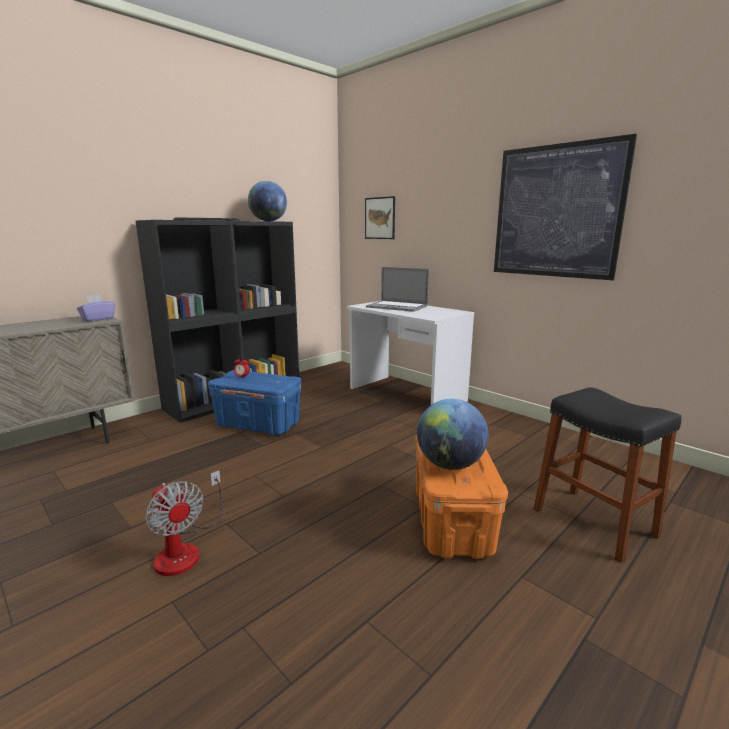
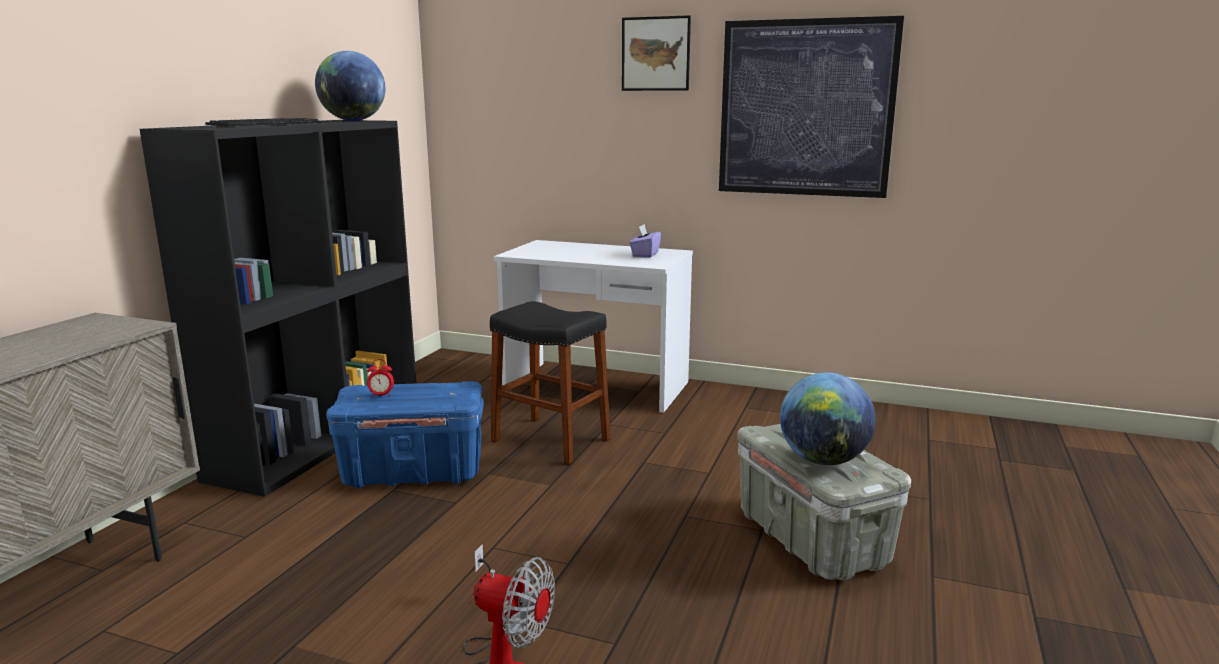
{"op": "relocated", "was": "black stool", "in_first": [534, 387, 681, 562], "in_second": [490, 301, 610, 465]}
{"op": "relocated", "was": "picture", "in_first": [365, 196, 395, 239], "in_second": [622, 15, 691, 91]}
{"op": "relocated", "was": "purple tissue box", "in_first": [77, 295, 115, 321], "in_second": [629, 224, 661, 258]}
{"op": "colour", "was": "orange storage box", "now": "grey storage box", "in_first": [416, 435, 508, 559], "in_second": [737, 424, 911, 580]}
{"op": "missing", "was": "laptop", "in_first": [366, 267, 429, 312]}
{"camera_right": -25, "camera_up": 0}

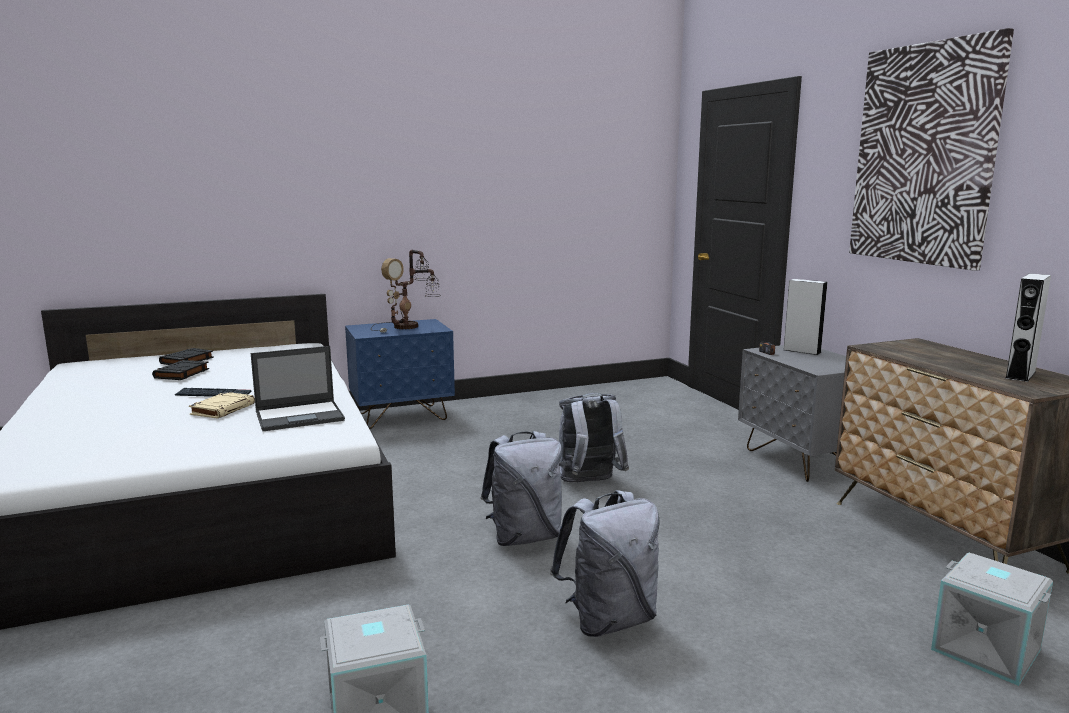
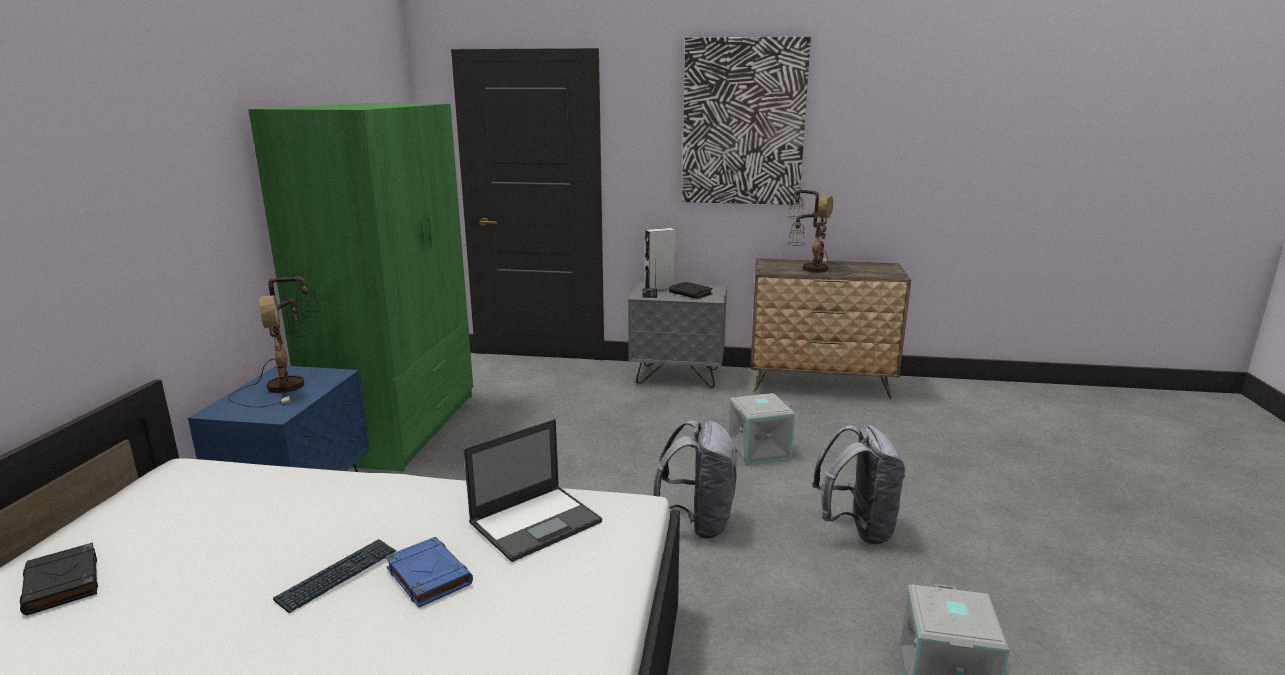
{"op": "appeared", "now": "green wardrobe", "in_second": [248, 103, 473, 471]}
{"op": "colour", "was": "beige book", "now": "blue book", "in_first": [189, 392, 255, 419], "in_second": [385, 537, 473, 608]}
{"op": "spun", "was": "laptop", "in_first": [251, 346, 345, 431], "in_second": [464, 419, 602, 562], "clockwise": 45}
{"op": "relocated", "was": "black book", "in_first": [152, 360, 209, 380], "in_second": [669, 282, 713, 299]}
{"op": "relocated", "was": "grey storage box", "in_first": [931, 553, 1053, 686], "in_second": [728, 393, 795, 464]}
{"op": "appeared", "now": "table lamp", "in_second": [789, 189, 854, 275]}
{"op": "missing", "was": "grey backpack", "in_first": [559, 393, 629, 482]}
{"op": "missing", "was": "grey speaker", "in_first": [1005, 273, 1051, 382]}
{"camera_right": -60, "camera_up": 5}

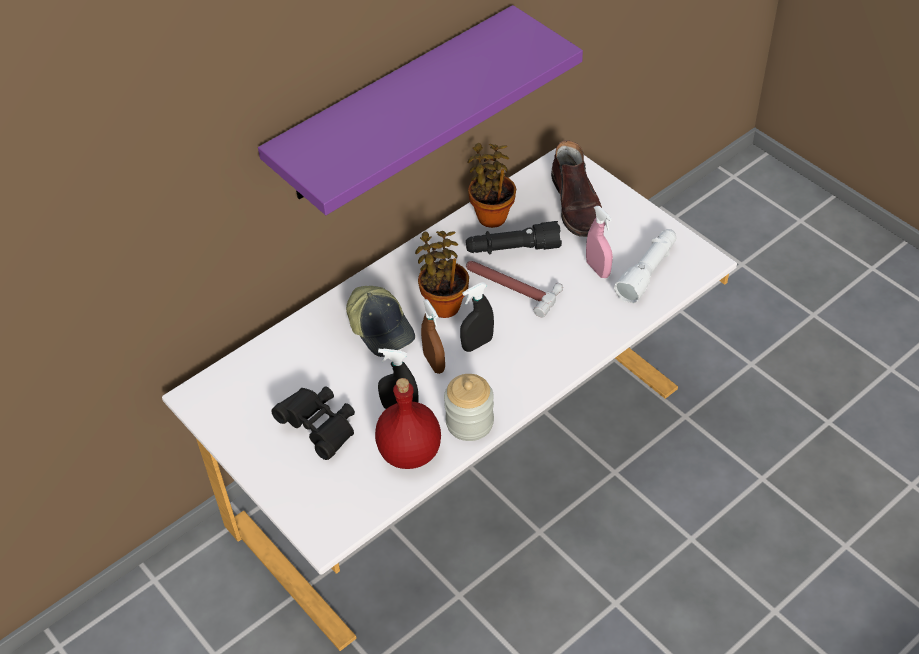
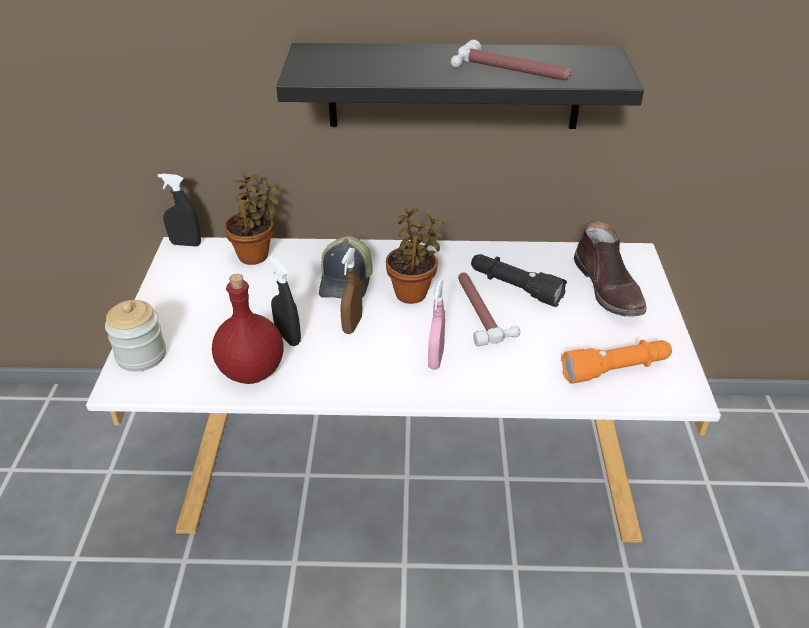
{"op": "relocated", "was": "jar", "in_first": [444, 374, 494, 441], "in_second": [105, 300, 166, 372]}
{"op": "relocated", "was": "black spray bottle", "in_first": [460, 282, 494, 352], "in_second": [158, 174, 201, 246]}
{"op": "relocated", "was": "potted plant", "in_first": [467, 143, 516, 228], "in_second": [224, 173, 279, 265]}
{"op": "colour", "was": "purple shelf", "now": "black shelf", "in_first": [258, 5, 583, 215], "in_second": [276, 43, 644, 129]}
{"op": "relocated", "was": "pink spray bottle", "in_first": [586, 206, 613, 278], "in_second": [428, 280, 445, 370]}
{"op": "appeared", "now": "hammer", "in_second": [451, 40, 572, 80]}
{"op": "colour", "was": "white flashlight", "now": "orange flashlight", "in_first": [614, 229, 676, 304], "in_second": [561, 340, 672, 384]}
{"op": "spun", "was": "brown boot", "in_first": [551, 140, 602, 237], "in_second": [574, 221, 647, 316], "clockwise": -45}
{"op": "missing", "was": "black binoculars", "in_first": [271, 386, 355, 460]}
{"camera_right": 40, "camera_up": -10}

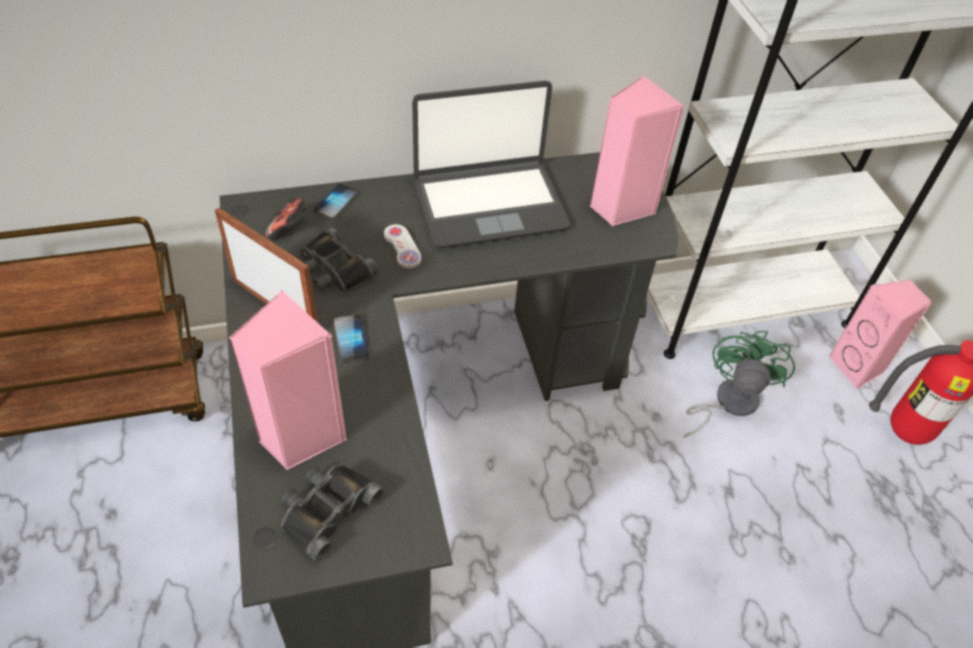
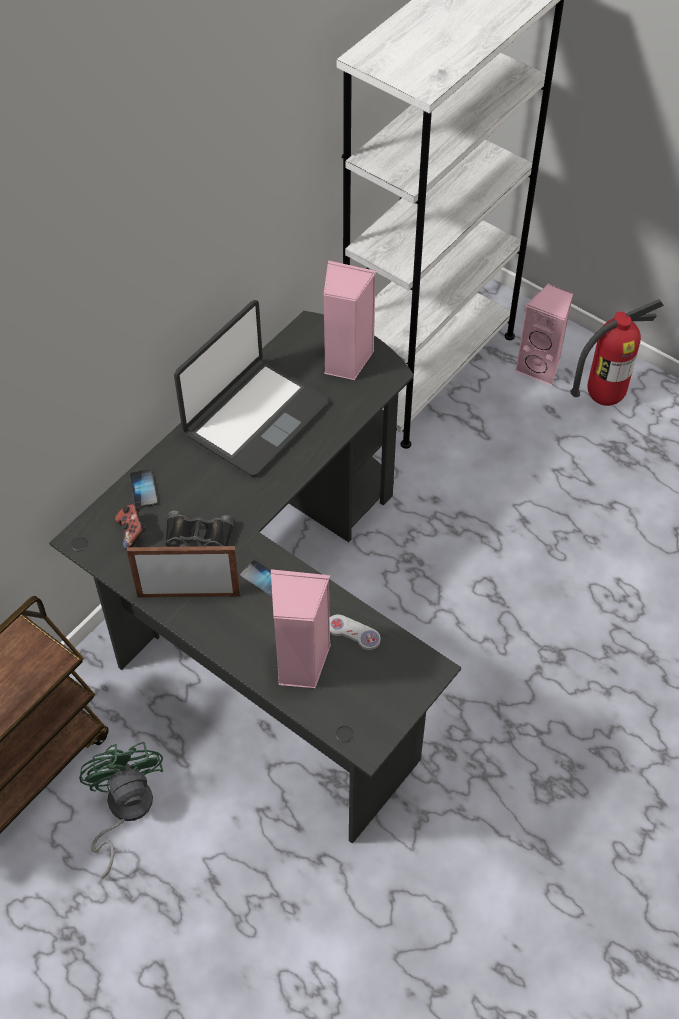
{"op": "relocated", "was": "green fan", "in_first": [683, 331, 795, 438], "in_second": [79, 742, 163, 878]}
{"op": "relocated", "was": "white game controller", "in_first": [384, 224, 421, 268], "in_second": [330, 615, 381, 650]}
{"op": "missing", "was": "black binoculars", "in_first": [281, 464, 384, 562]}
{"camera_right": -35, "camera_up": 5}

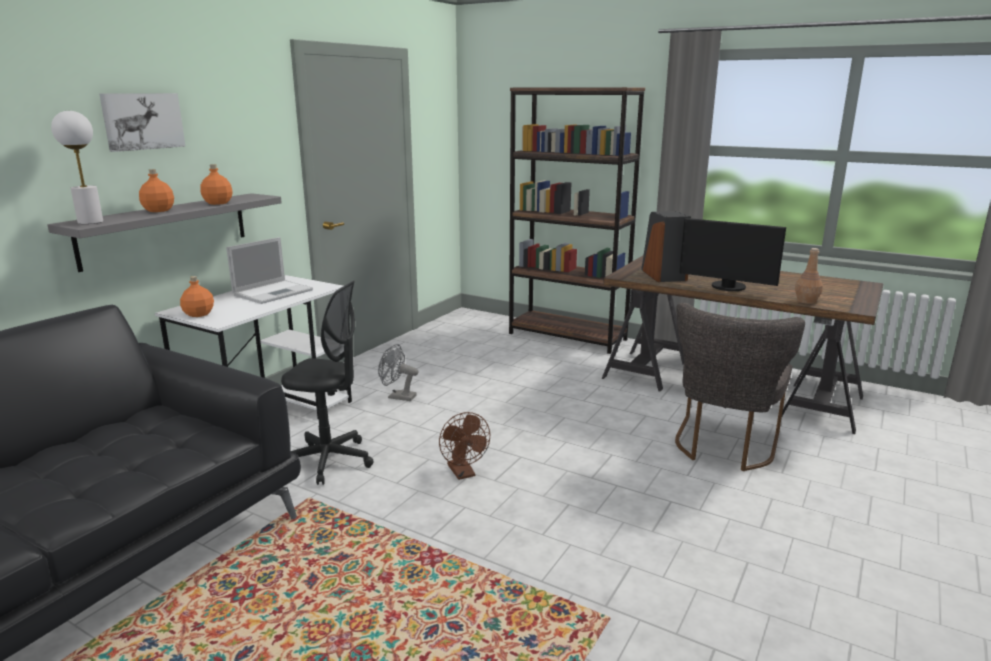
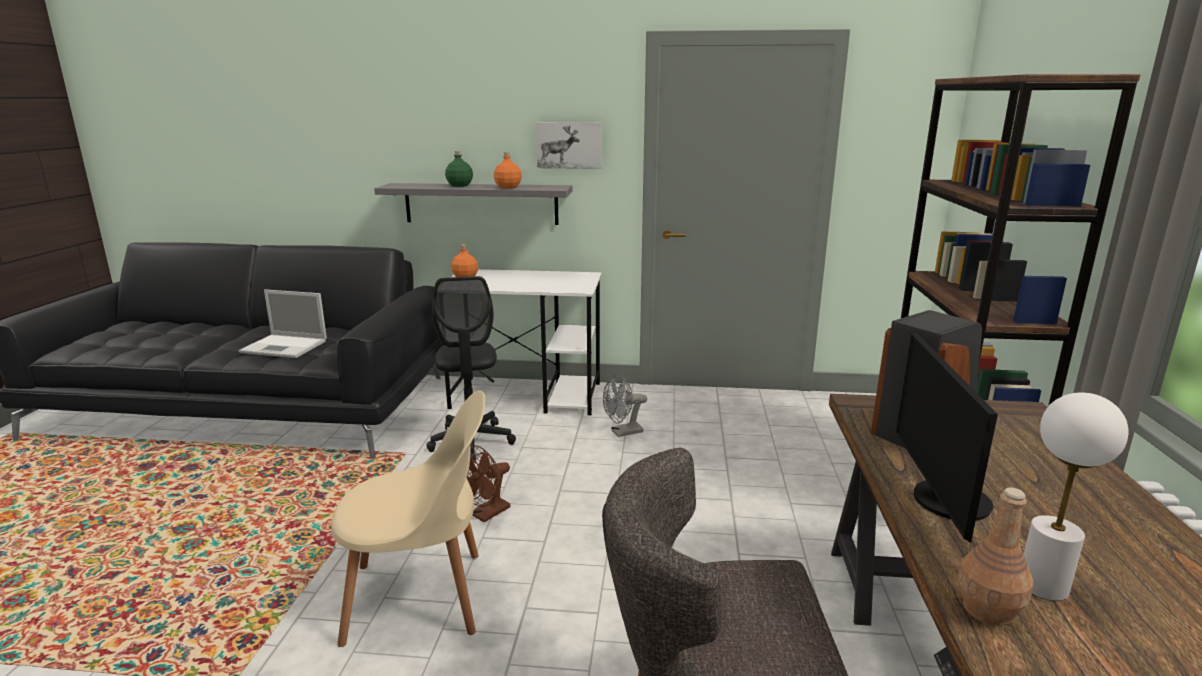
{"op": "relocated", "was": "laptop", "in_first": [226, 237, 313, 304], "in_second": [239, 289, 327, 358]}
{"op": "appeared", "now": "beige chair", "in_second": [331, 390, 485, 647]}
{"op": "colour", "was": "orange bottle", "now": "green bottle", "in_first": [139, 169, 174, 212], "in_second": [445, 151, 473, 187]}
{"op": "relocated", "was": "picture", "in_first": [99, 93, 185, 152], "in_second": [536, 123, 602, 169]}
{"op": "spun", "was": "grey fan", "in_first": [378, 344, 418, 401], "in_second": [603, 374, 647, 437], "clockwise": -105}
{"op": "relocated", "was": "white table lamp", "in_first": [51, 111, 103, 224], "in_second": [1024, 393, 1129, 601]}
{"camera_right": 65, "camera_up": 0}

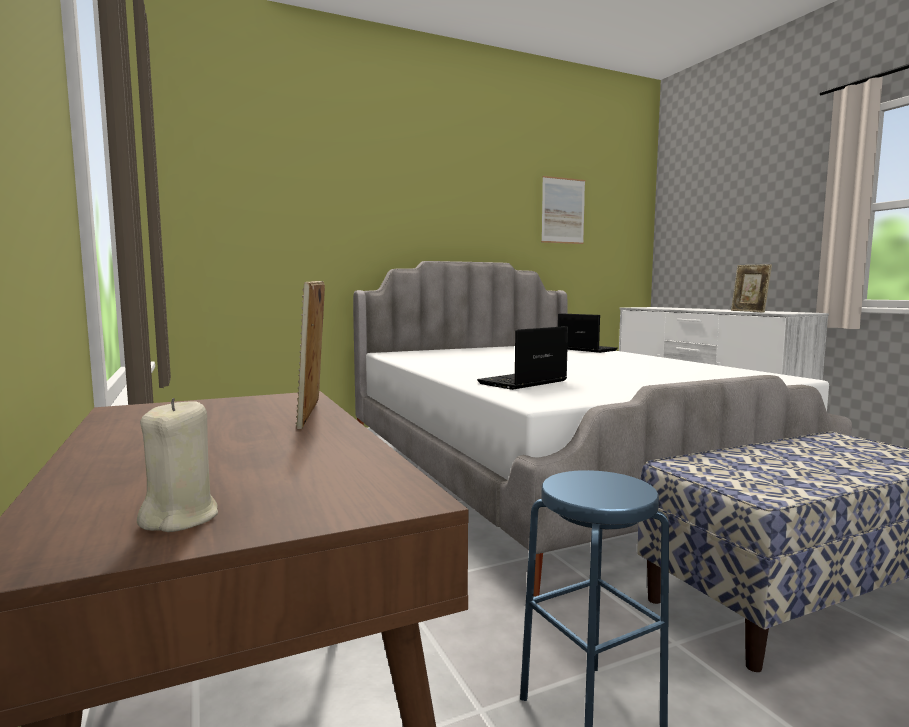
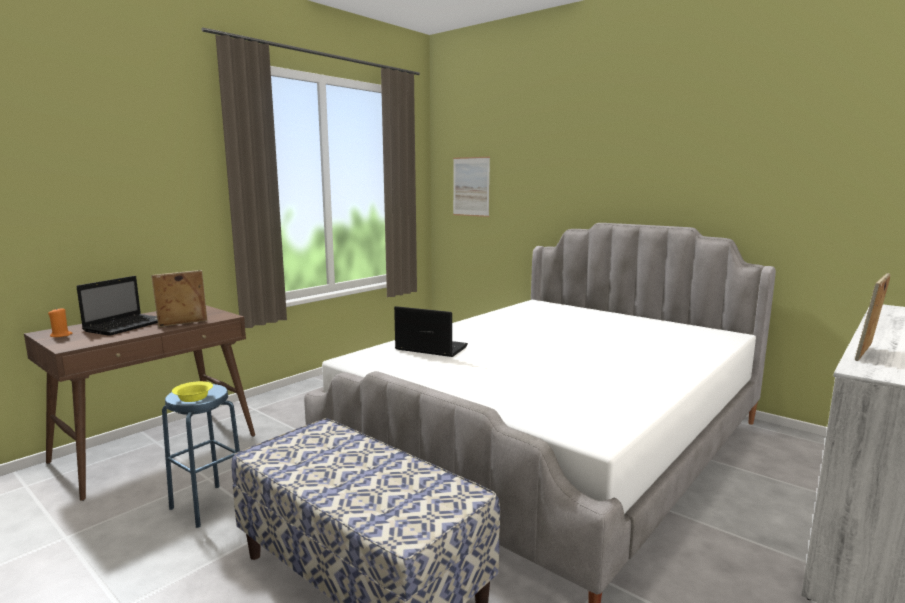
{"op": "colour", "was": "beige candle", "now": "orange candle", "in_first": [137, 398, 218, 532], "in_second": [48, 307, 72, 337]}
{"op": "relocated", "was": "laptop", "in_first": [558, 313, 618, 353], "in_second": [76, 276, 158, 336]}
{"op": "appeared", "now": "yellow bowl", "in_second": [172, 381, 213, 402]}
{"op": "relocated", "was": "picture", "in_first": [541, 176, 585, 244], "in_second": [453, 157, 490, 217]}
{"camera_right": 65, "camera_up": 5}

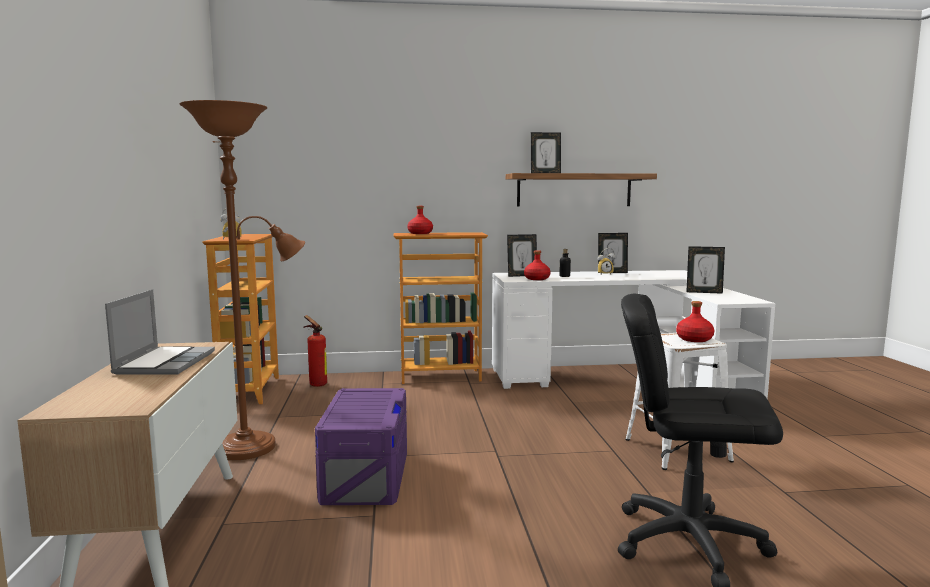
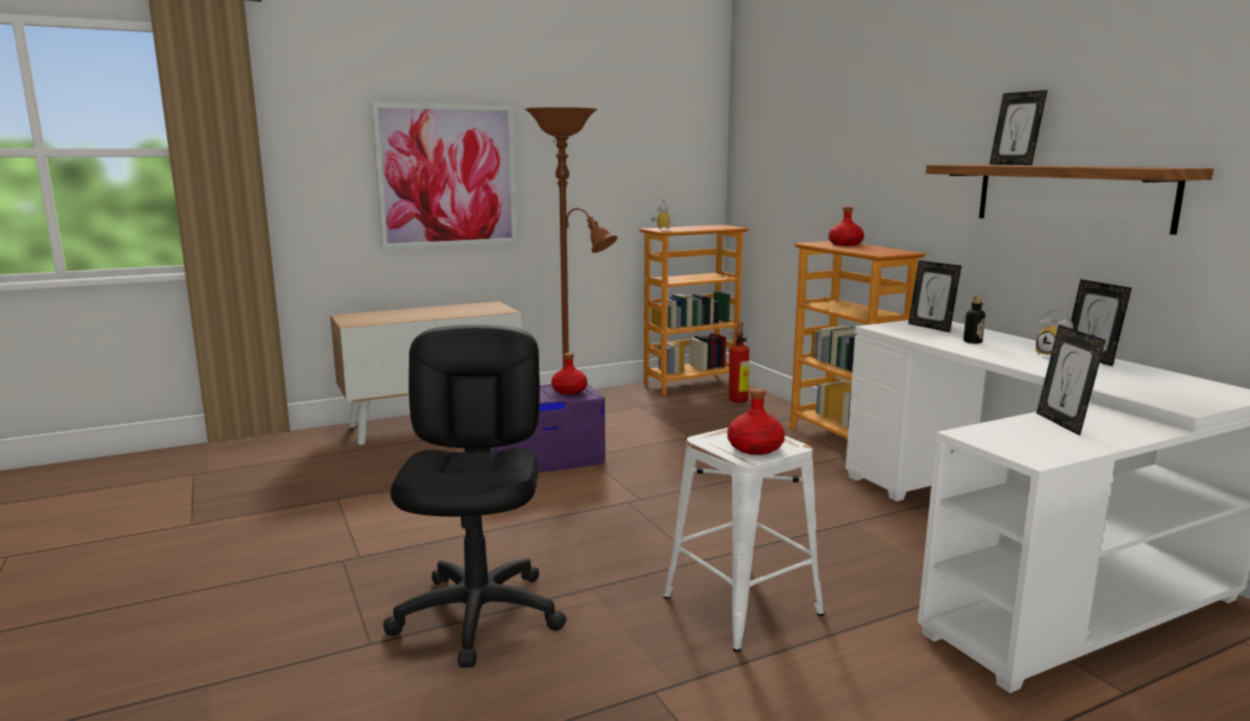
{"op": "appeared", "now": "picture", "in_second": [371, 102, 517, 249]}
{"op": "relocated", "was": "red bottle", "in_first": [524, 250, 550, 280], "in_second": [551, 353, 587, 395]}
{"op": "missing", "was": "laptop", "in_first": [105, 289, 215, 375]}
{"camera_right": 70, "camera_up": 5}

